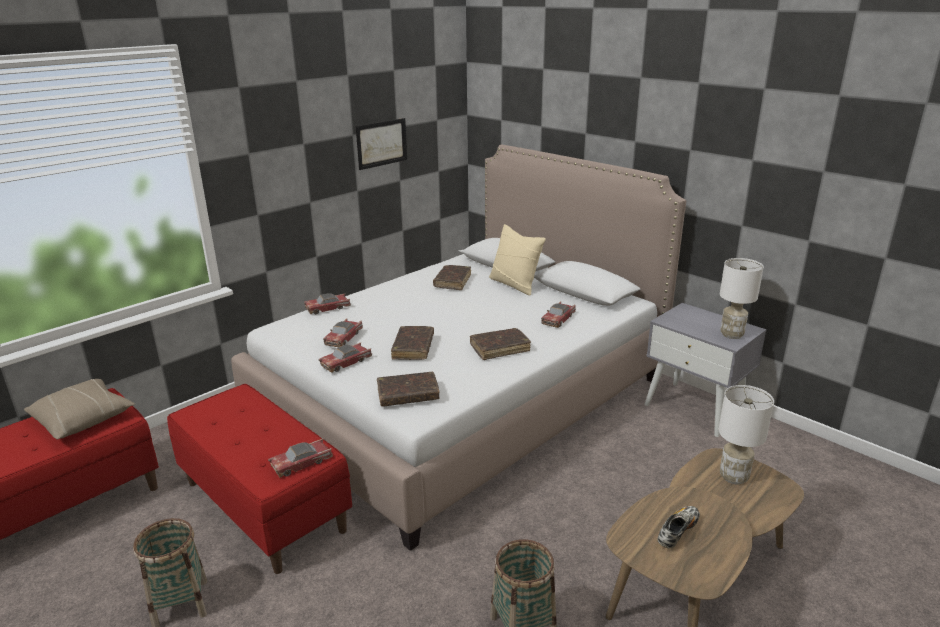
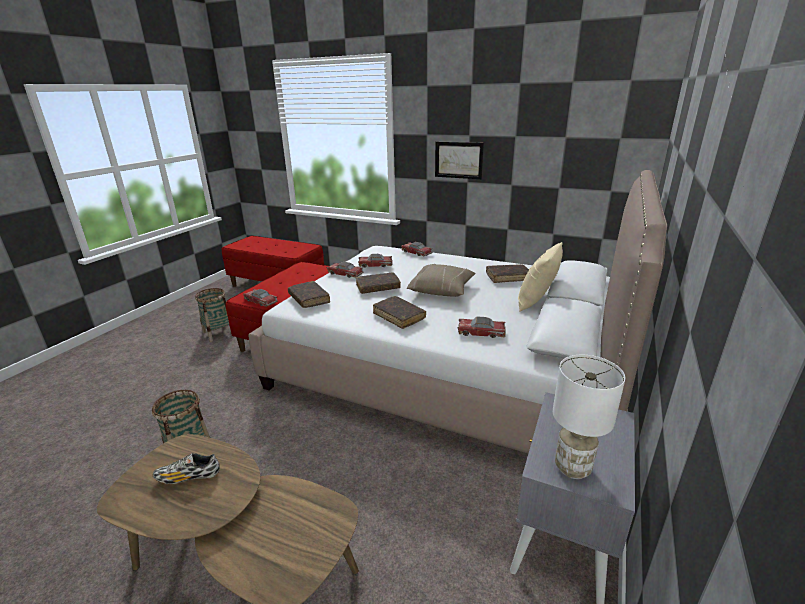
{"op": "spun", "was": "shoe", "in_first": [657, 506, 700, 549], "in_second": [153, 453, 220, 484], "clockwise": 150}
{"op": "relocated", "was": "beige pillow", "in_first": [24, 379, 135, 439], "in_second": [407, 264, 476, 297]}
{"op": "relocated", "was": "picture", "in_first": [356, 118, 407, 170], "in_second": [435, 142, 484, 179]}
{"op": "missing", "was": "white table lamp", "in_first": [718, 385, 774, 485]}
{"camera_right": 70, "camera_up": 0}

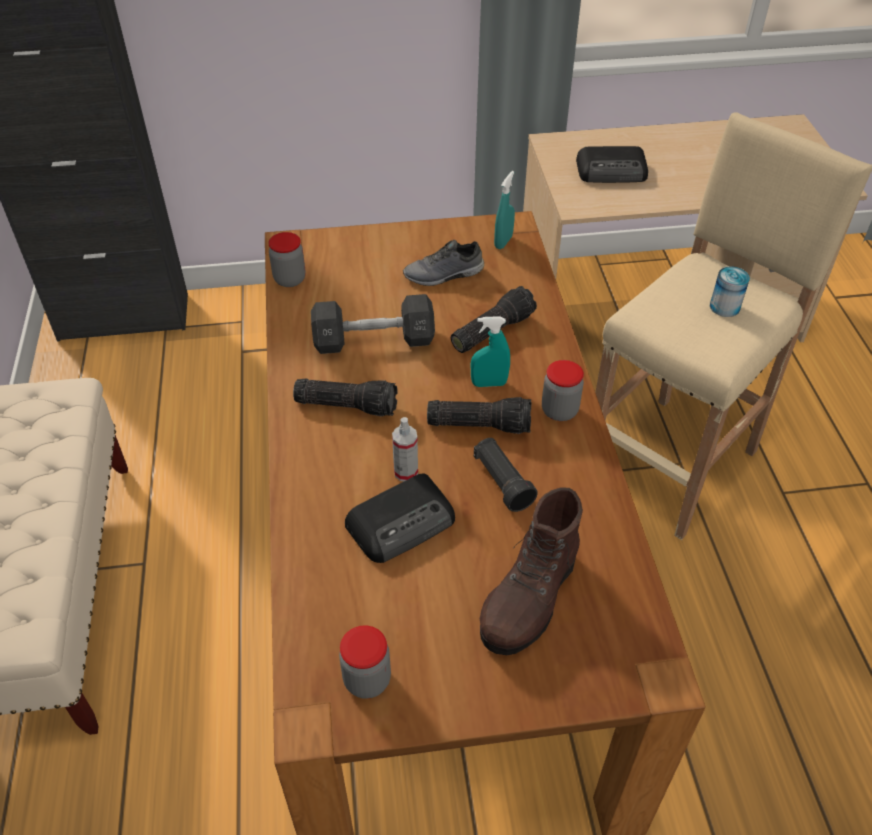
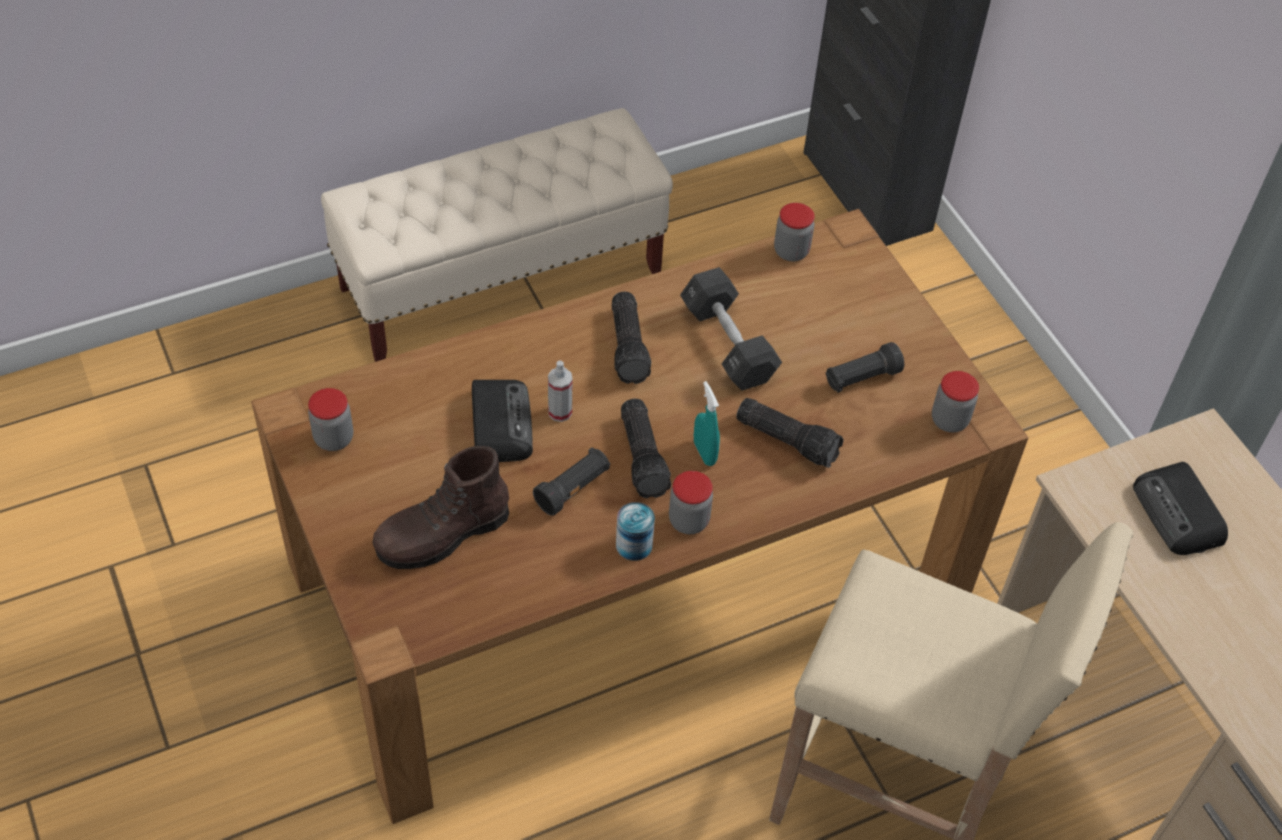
{"op": "spun", "was": "brown boot", "in_first": [480, 487, 583, 655], "in_second": [372, 446, 509, 569], "clockwise": -45}
{"op": "spun", "was": "radio", "in_first": [345, 474, 455, 563], "in_second": [472, 380, 533, 462], "clockwise": -135}
{"op": "relocated", "was": "can", "in_first": [710, 266, 750, 317], "in_second": [616, 502, 655, 561]}
{"op": "exchanged", "was": "grey shoe", "now": "black flashlight", "in_first": [403, 240, 484, 286], "in_second": [826, 342, 904, 393]}
{"op": "exchanged", "was": "turquoise spray bottle", "now": "jar", "in_first": [494, 171, 515, 249], "in_second": [932, 371, 979, 432]}
{"camera_right": 70, "camera_up": 5}

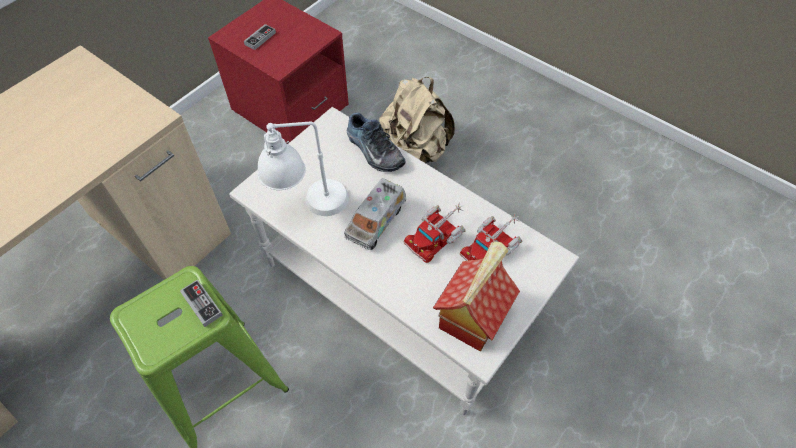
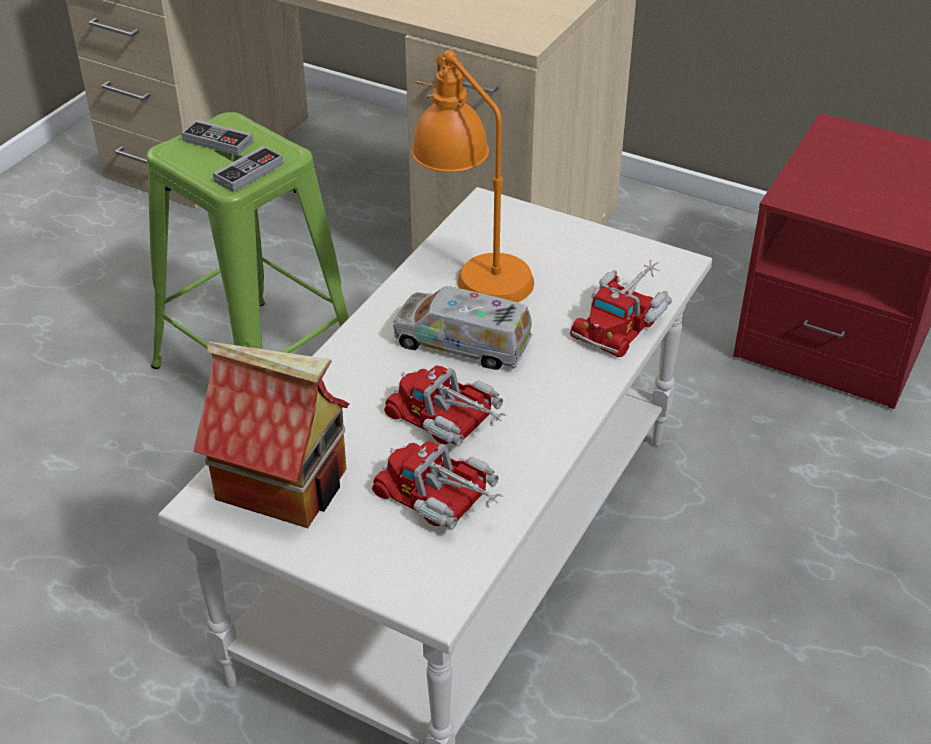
{"op": "relocated", "was": "game controller", "in_first": [244, 24, 276, 50], "in_second": [182, 120, 253, 156]}
{"op": "colour", "was": "white table lamp", "now": "orange table lamp", "in_first": [258, 122, 349, 216], "in_second": [411, 50, 534, 303]}
{"op": "exchanged", "was": "shoe", "now": "toy truck", "in_first": [347, 113, 406, 172], "in_second": [570, 260, 672, 357]}
{"op": "missing", "was": "beige backpack", "in_first": [379, 77, 455, 163]}
{"camera_right": 80, "camera_up": -15}

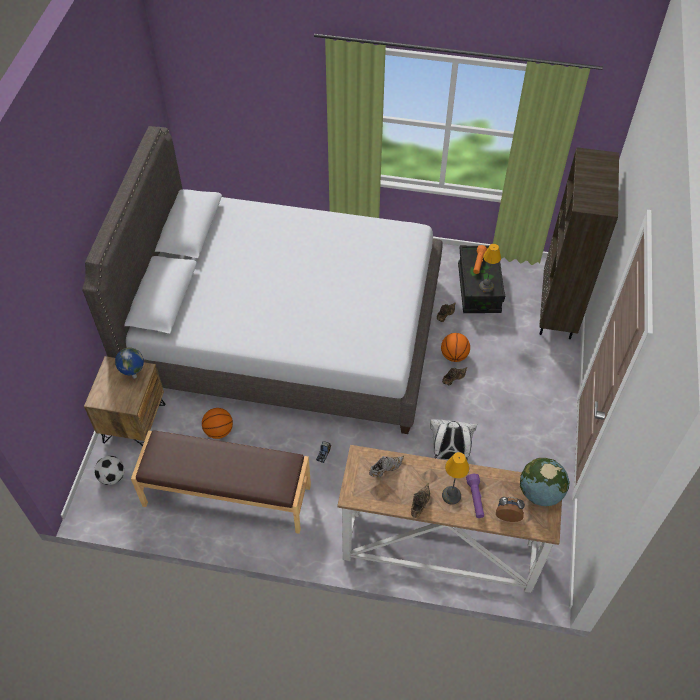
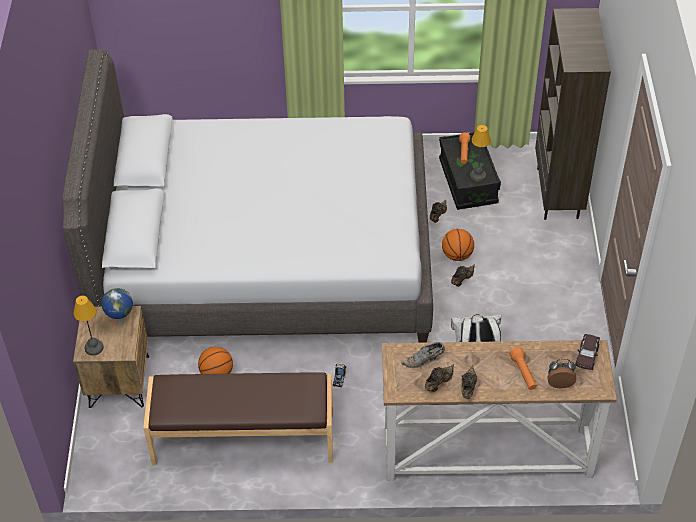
{"op": "relocated", "was": "table lamp", "in_first": [442, 452, 469, 505], "in_second": [73, 296, 104, 355]}
{"op": "spun", "was": "grey shoe", "in_first": [369, 456, 404, 477], "in_second": [401, 342, 445, 368], "clockwise": -150}
{"op": "appeared", "now": "brown shoe", "in_second": [425, 364, 454, 392]}
{"op": "colour", "was": "purple flashlight", "now": "orange flashlight", "in_first": [466, 474, 484, 518], "in_second": [509, 347, 537, 390]}
{"op": "exchanged", "was": "globe", "now": "brown toy car", "in_first": [520, 458, 570, 506], "in_second": [575, 334, 600, 370]}
{"op": "missing", "was": "football", "in_first": [94, 456, 125, 485]}
{"camera_right": -10, "camera_up": -5}

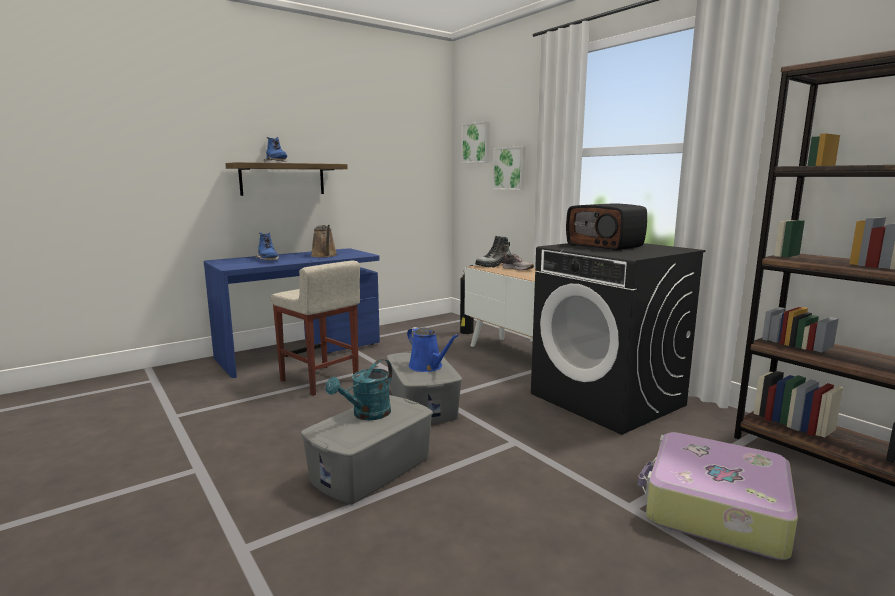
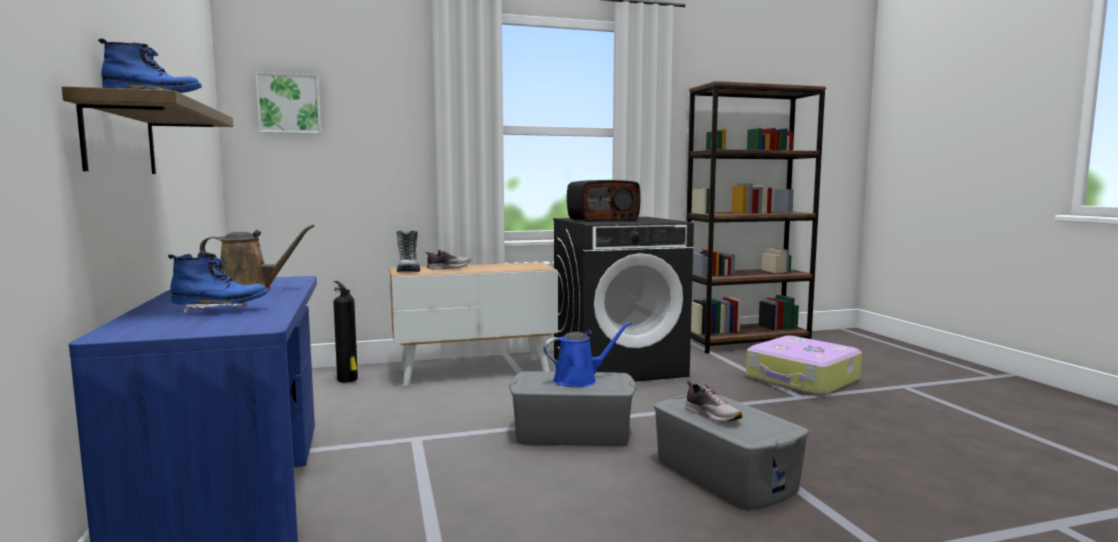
{"op": "exchanged", "was": "turquoise watering can", "now": "shoe", "in_first": [326, 359, 392, 420], "in_second": [685, 381, 743, 423]}
{"op": "missing", "was": "beige stool", "in_first": [271, 261, 360, 396]}
{"op": "missing", "was": "picture", "in_first": [493, 146, 526, 190]}
{"camera_right": -70, "camera_up": -5}

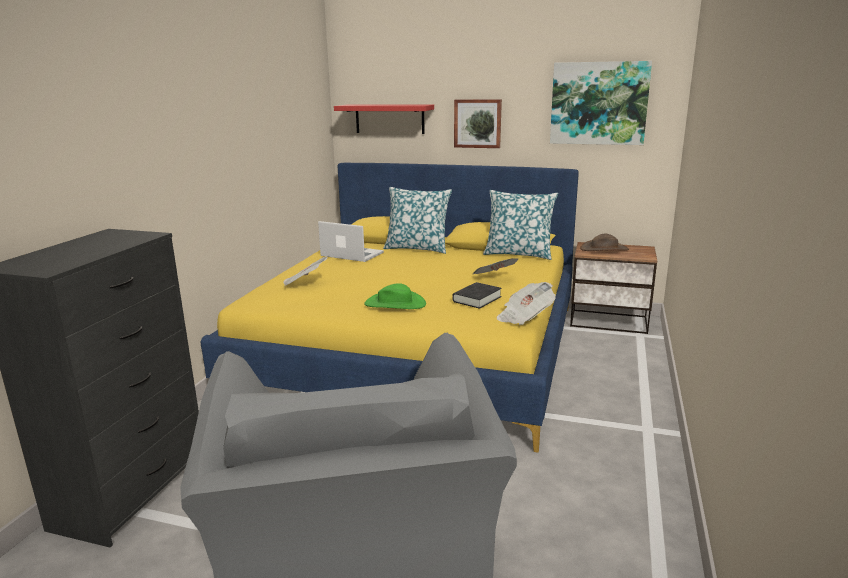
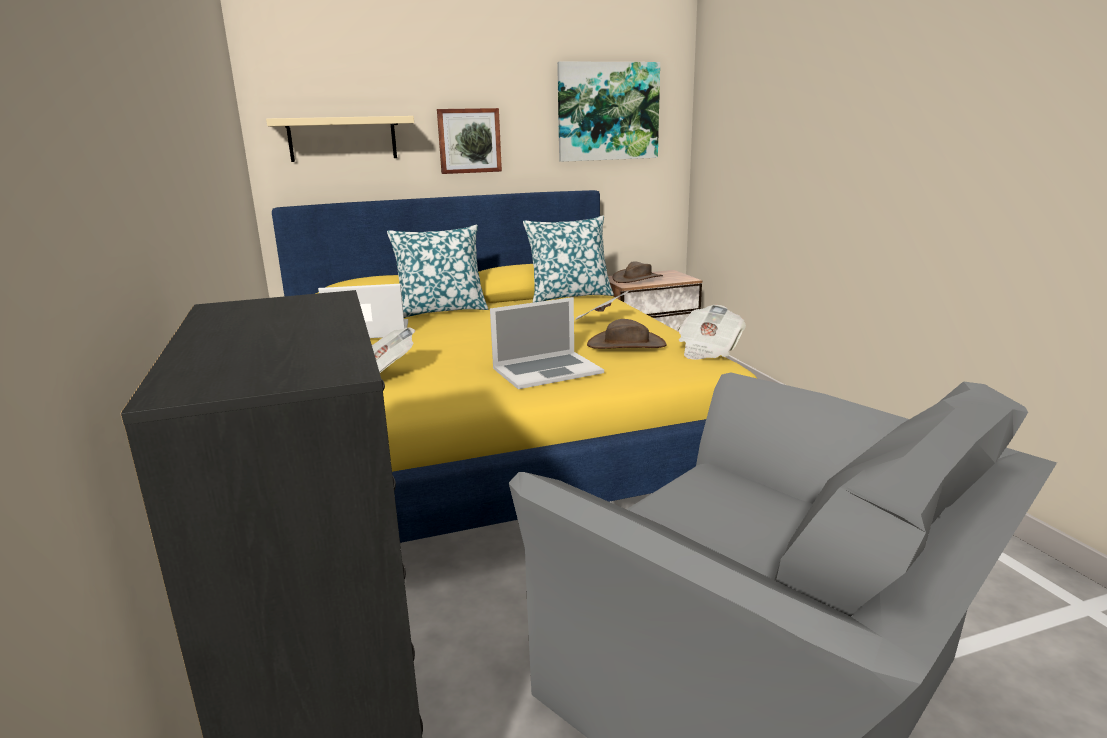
{"op": "colour", "was": "red shelf", "now": "beige shelf", "in_first": [334, 105, 434, 134], "in_second": [266, 116, 414, 162]}
{"op": "exchanged", "was": "green hat", "now": "laptop", "in_first": [364, 283, 426, 309], "in_second": [490, 297, 604, 389]}
{"op": "exchanged", "was": "black book", "now": "brown hat", "in_first": [452, 282, 502, 309], "in_second": [587, 319, 667, 349]}
{"camera_right": -35, "camera_up": 0}

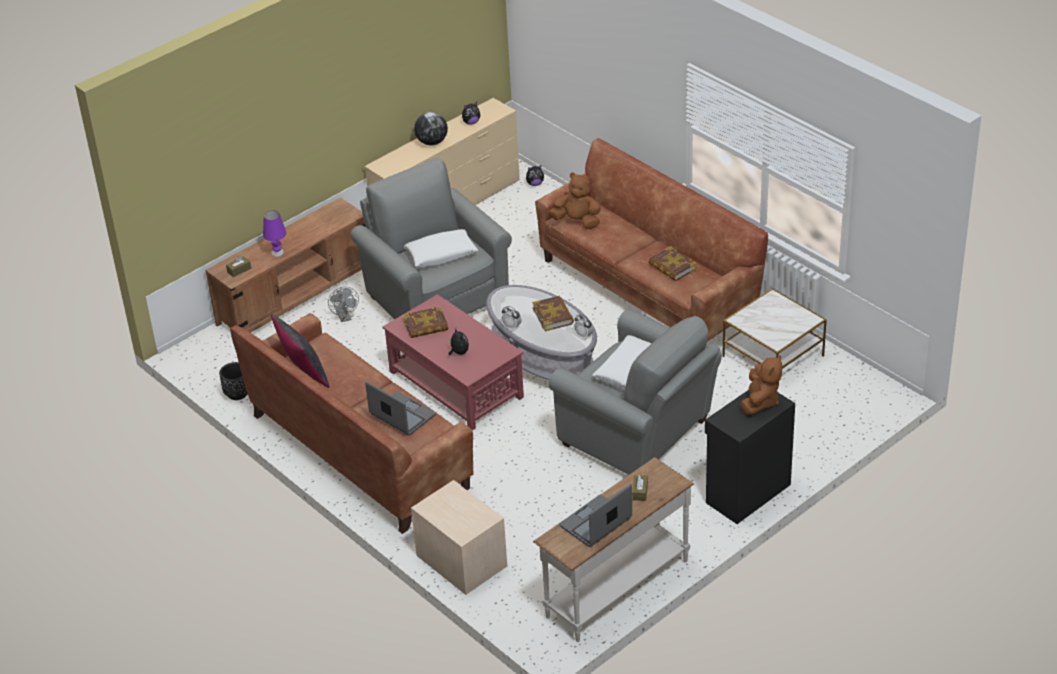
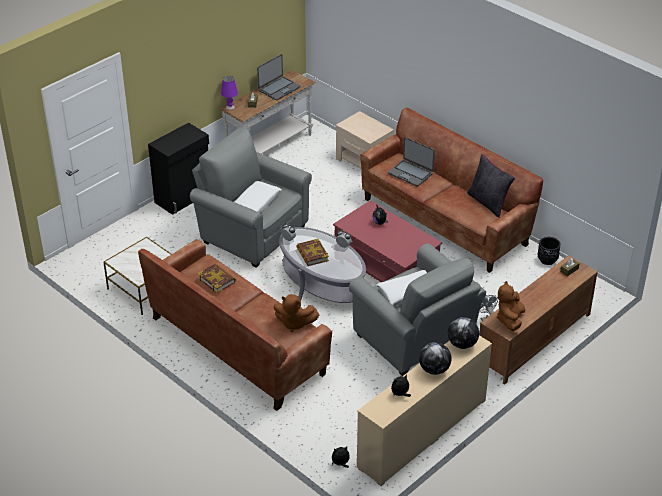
{"op": "relocated", "was": "purple table lamp", "in_first": [263, 211, 286, 257], "in_second": [221, 76, 238, 110]}
{"op": "appeared", "now": "globe", "in_second": [448, 317, 479, 349]}
{"op": "relocated", "was": "brown plush toy", "in_first": [740, 355, 783, 415], "in_second": [497, 281, 525, 331]}
{"op": "missing", "was": "book", "in_first": [403, 306, 448, 338]}
{"camera_right": 175, "camera_up": 0}

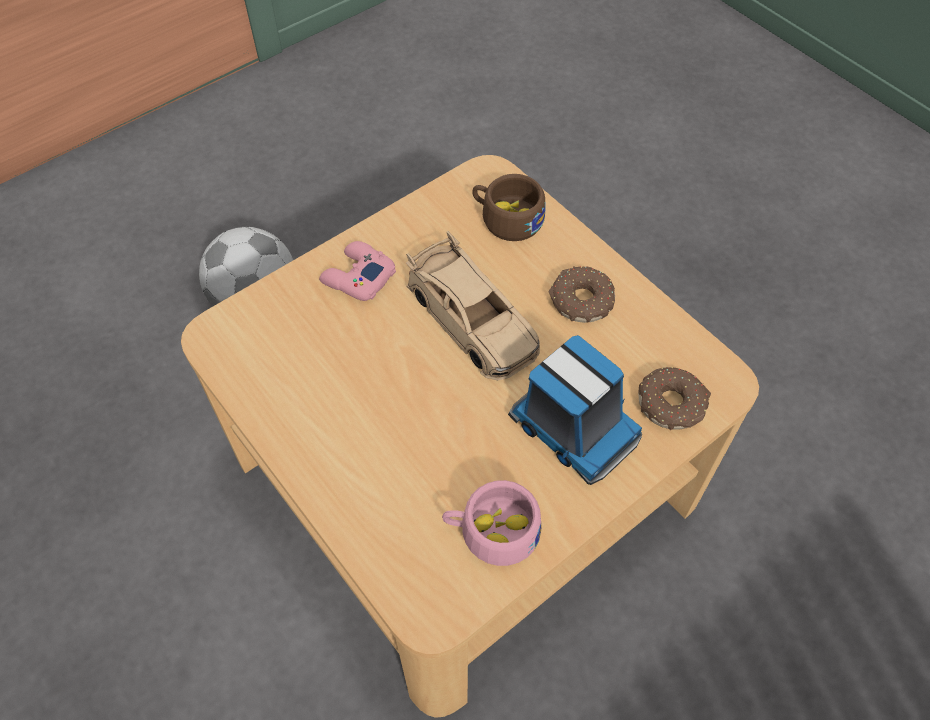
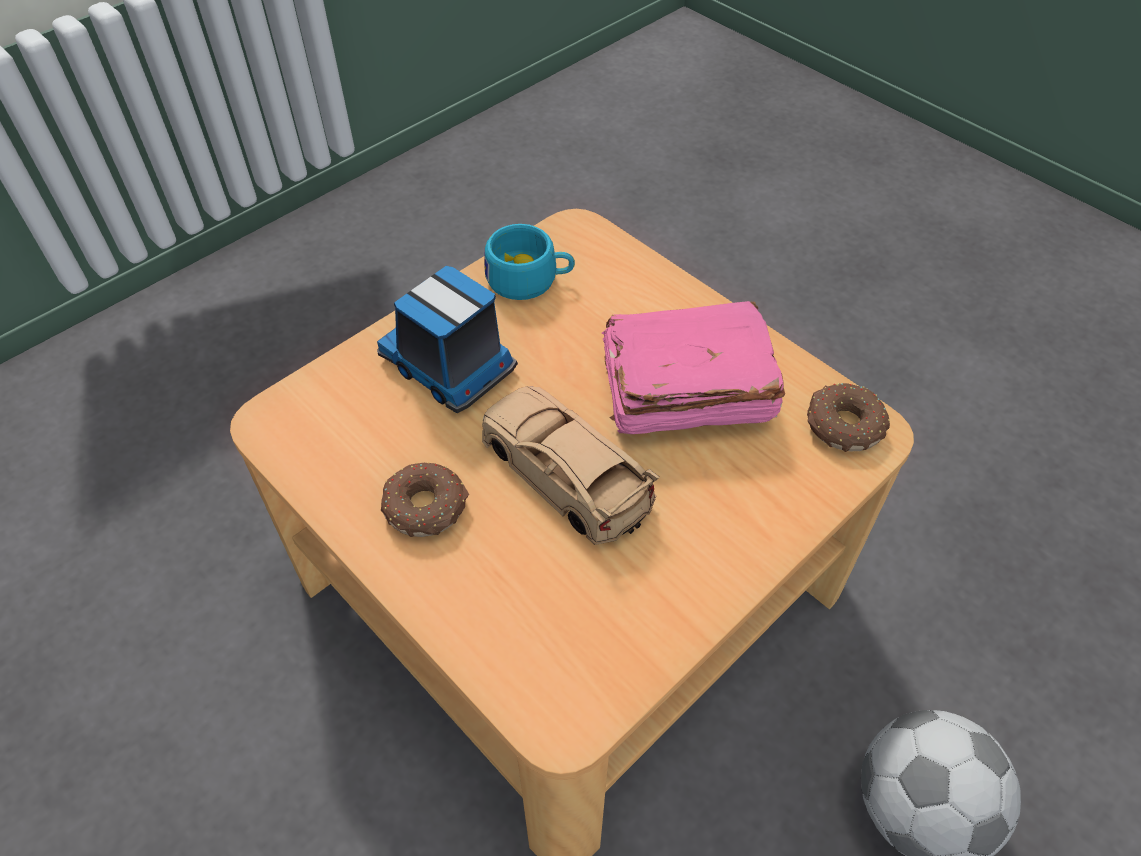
{"op": "colour", "was": "pink cup", "now": "turquoise cup", "in_first": [442, 480, 541, 566], "in_second": [484, 224, 575, 300]}
{"op": "appeared", "now": "pink book", "in_second": [601, 301, 785, 434]}
{"op": "relocated", "was": "donut", "in_first": [638, 367, 711, 430], "in_second": [807, 383, 890, 452]}
{"op": "missing", "was": "pink game controller", "in_first": [319, 241, 396, 301]}
{"op": "missing", "was": "brown cup", "in_first": [472, 174, 546, 241]}
{"camera_right": 175, "camera_up": -5}

